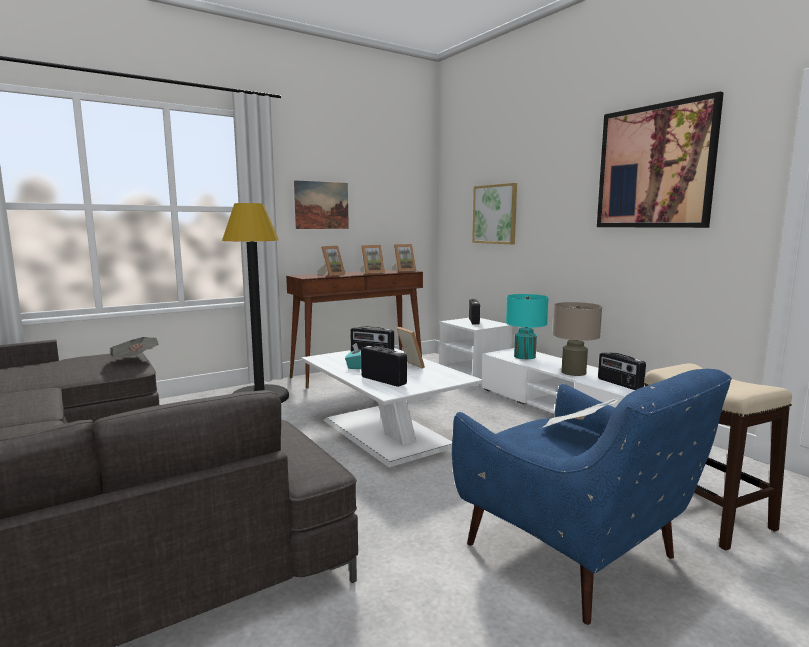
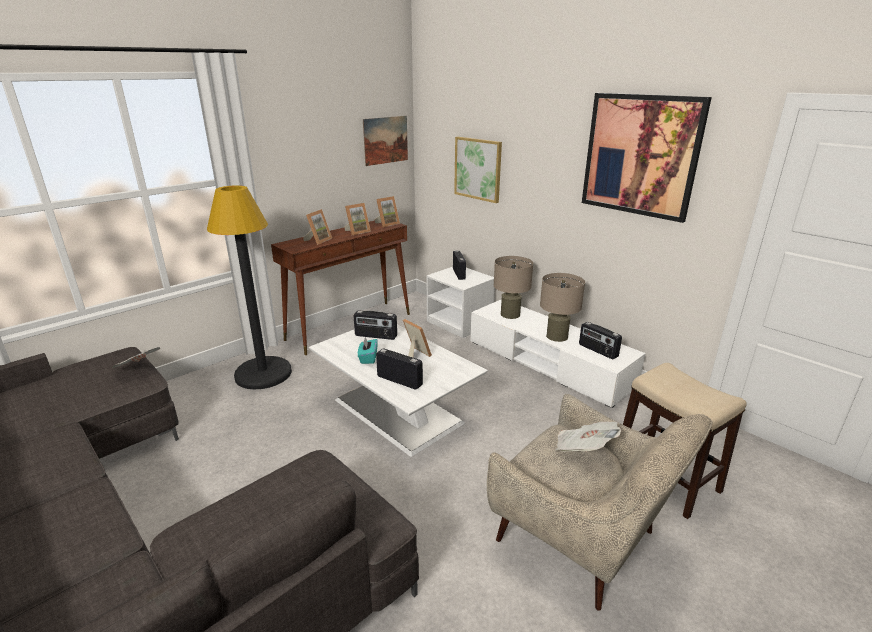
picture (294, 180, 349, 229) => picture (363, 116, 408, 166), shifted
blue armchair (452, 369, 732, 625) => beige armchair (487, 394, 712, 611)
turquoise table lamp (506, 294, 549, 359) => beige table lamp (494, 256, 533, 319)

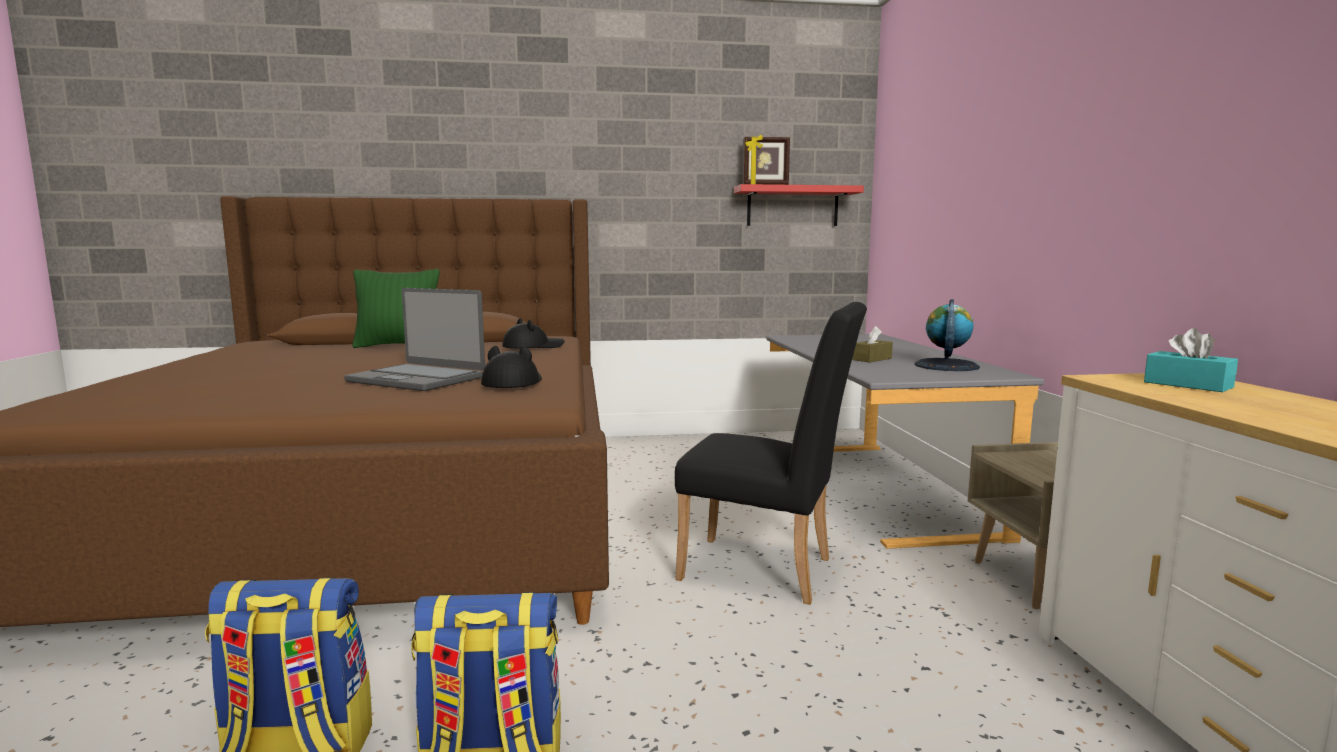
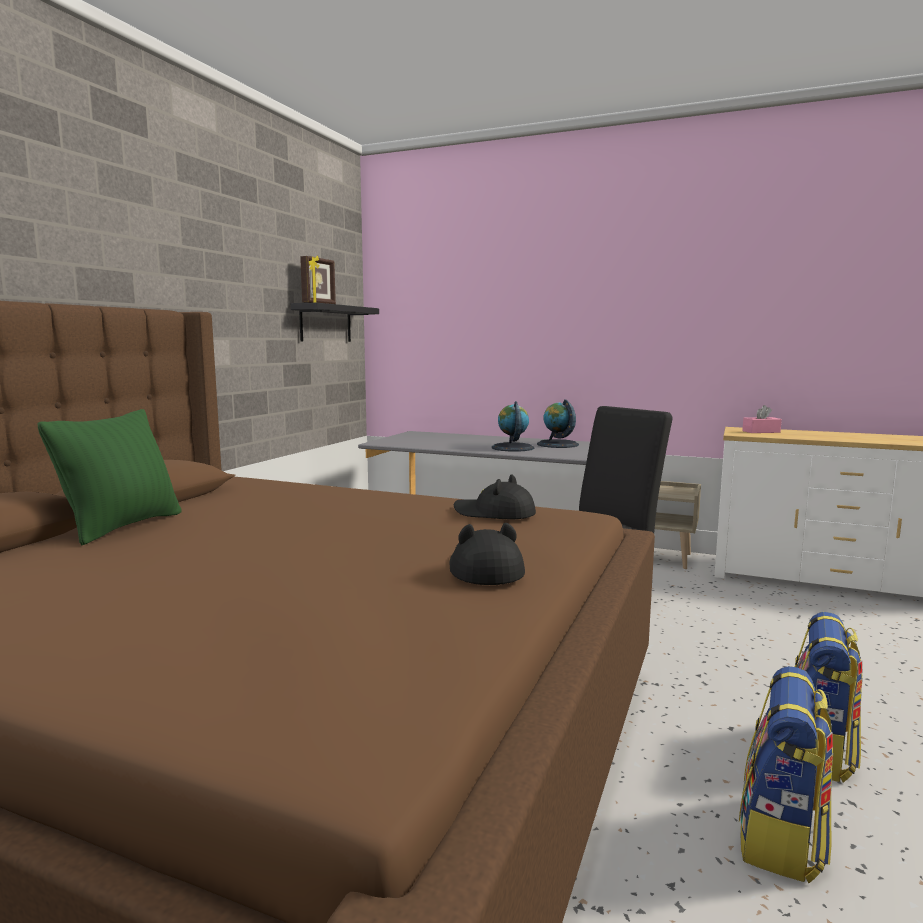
laptop (344, 288, 485, 391) => nothing
black hat (502, 318, 565, 349) => black hat (449, 523, 525, 585), shifted
brown tissue box (852, 326, 893, 362) => globe (492, 401, 534, 452)
red shelf (734, 184, 864, 226) => black shelf (291, 303, 379, 342)
turquoise tissue box (1144, 328, 1238, 392) => pink tissue box (742, 405, 782, 433)

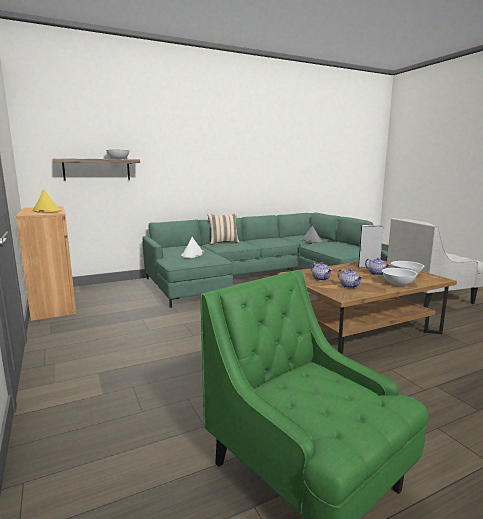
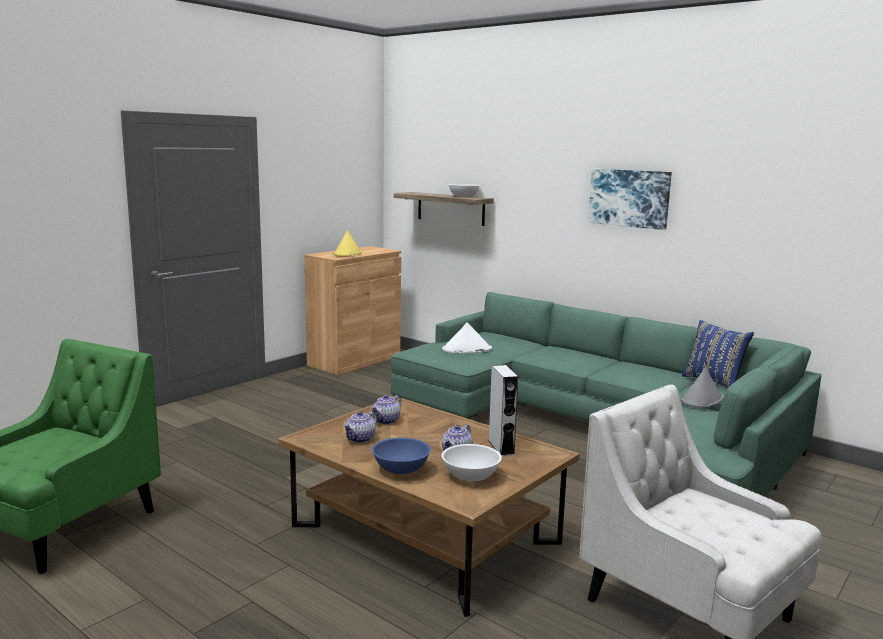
beige pillow (208, 213, 240, 244) => nothing
nothing => picture (588, 169, 672, 230)
nothing => blue pillow (682, 320, 754, 389)
white bowl (382, 268, 418, 286) => blue bowl (372, 438, 431, 474)

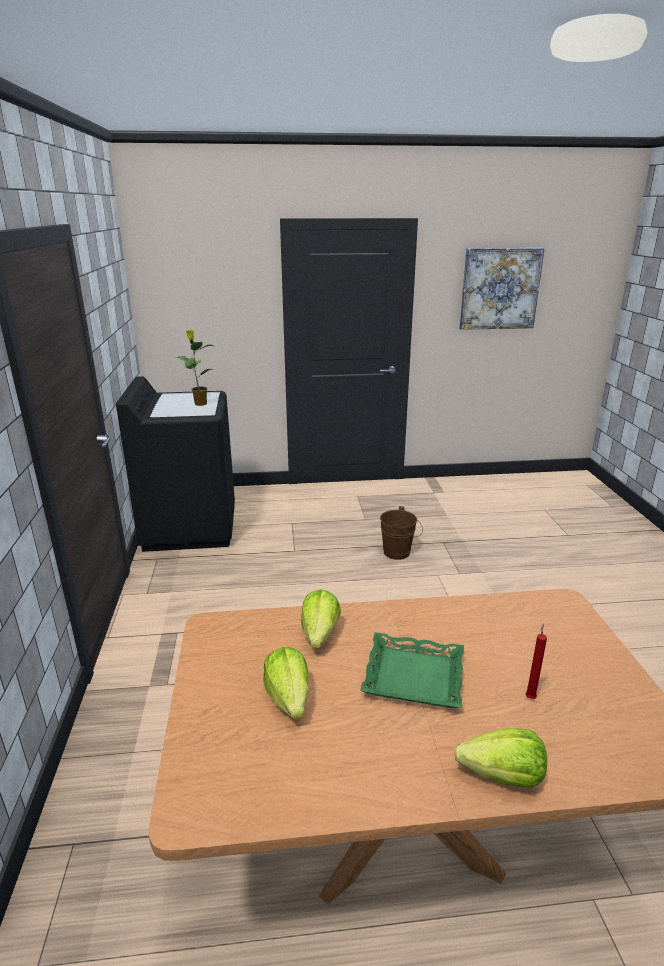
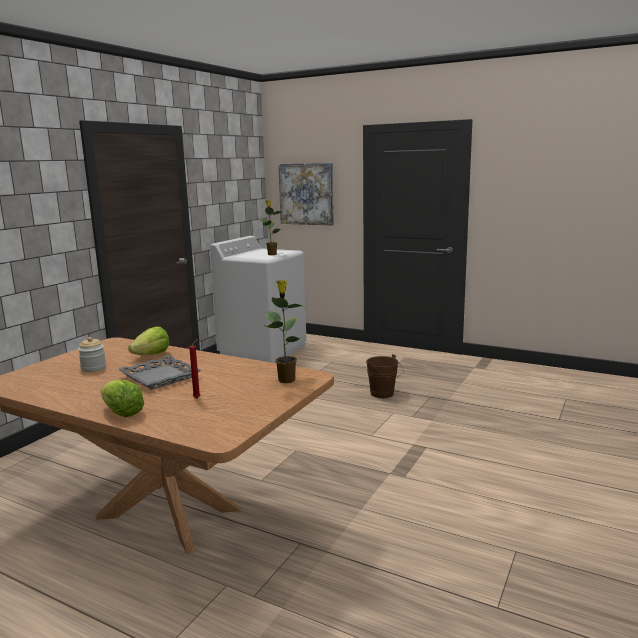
nothing => potted plant (264, 280, 307, 383)
picture (459, 248, 545, 330) => picture (278, 163, 334, 225), shifted
lettuce (263, 647, 309, 719) => jar (78, 337, 106, 372)
black washing machine (116, 376, 235, 552) => white washing machine (210, 236, 306, 363)
green tray (360, 632, 464, 708) => grey tray (119, 355, 201, 390)

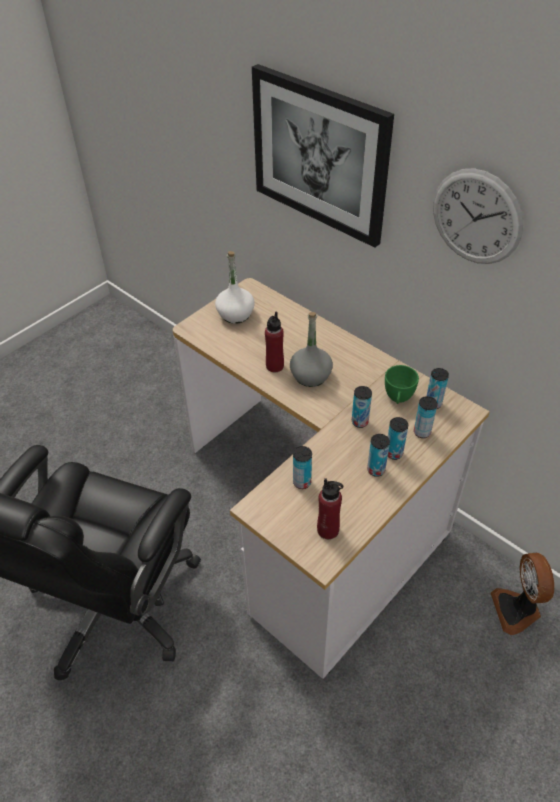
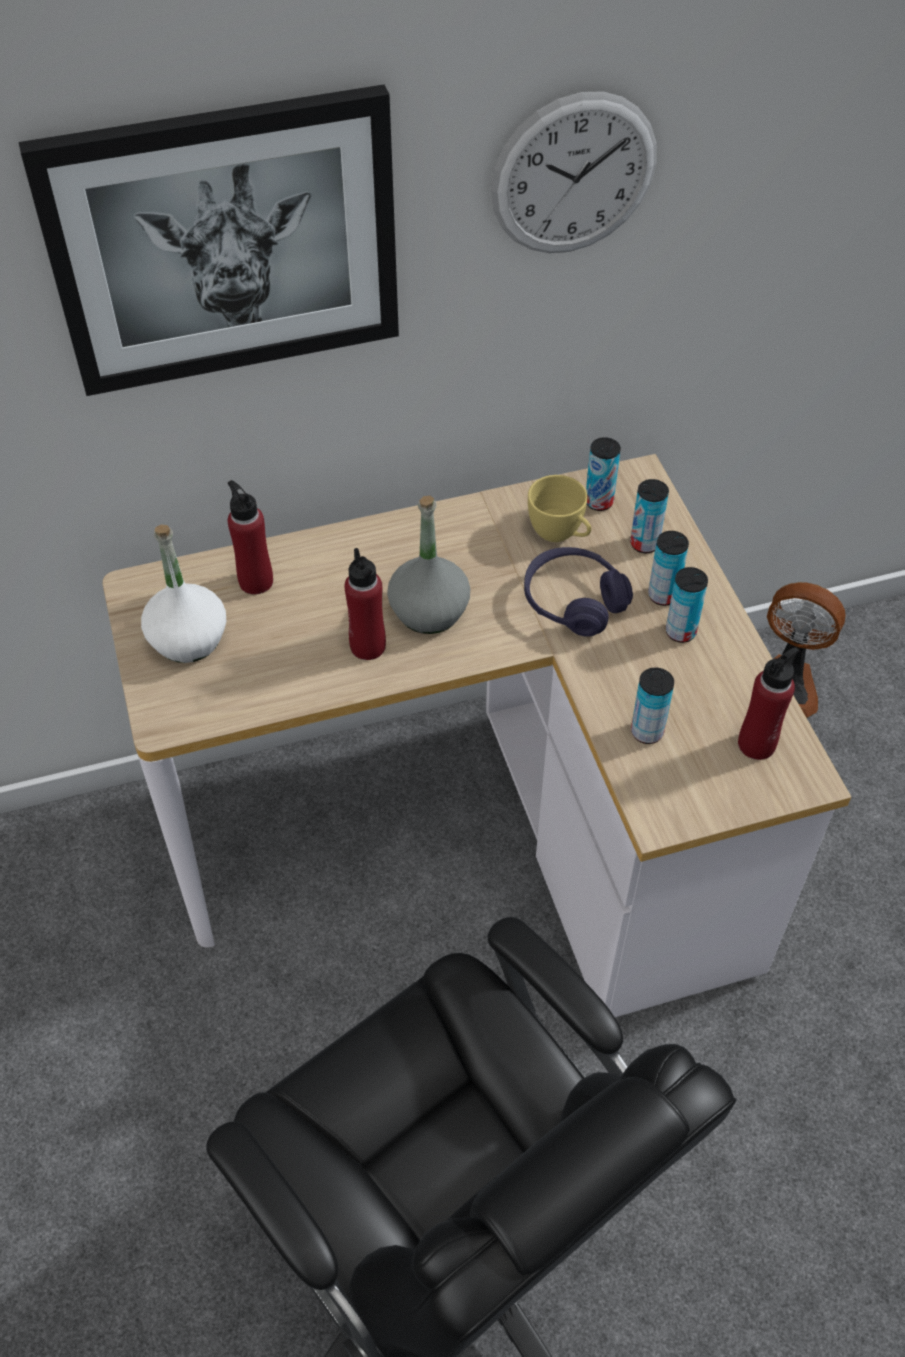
nothing => red bottle (227, 480, 273, 595)
can (352, 386, 372, 428) => purple headphones (524, 547, 633, 637)
green cup (385, 365, 419, 404) => yellow cup (528, 475, 591, 542)

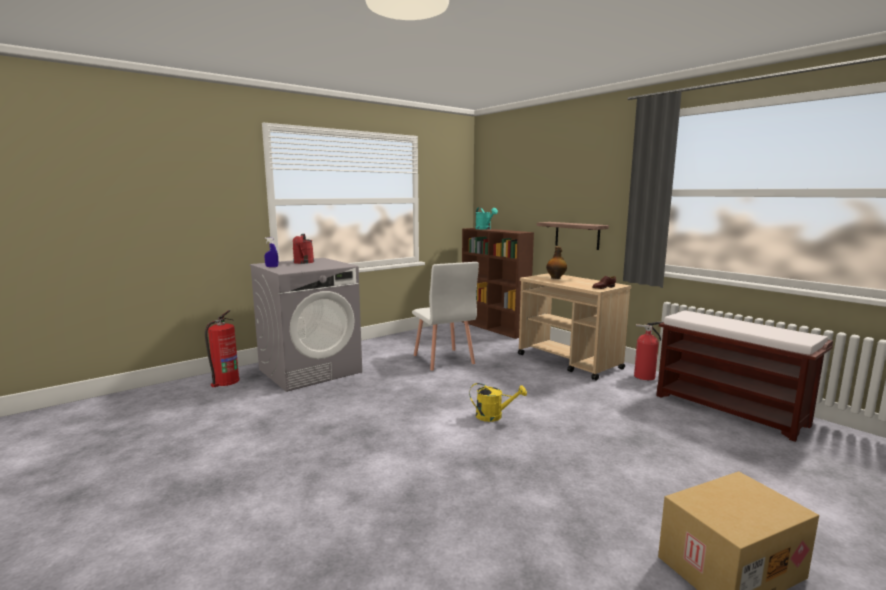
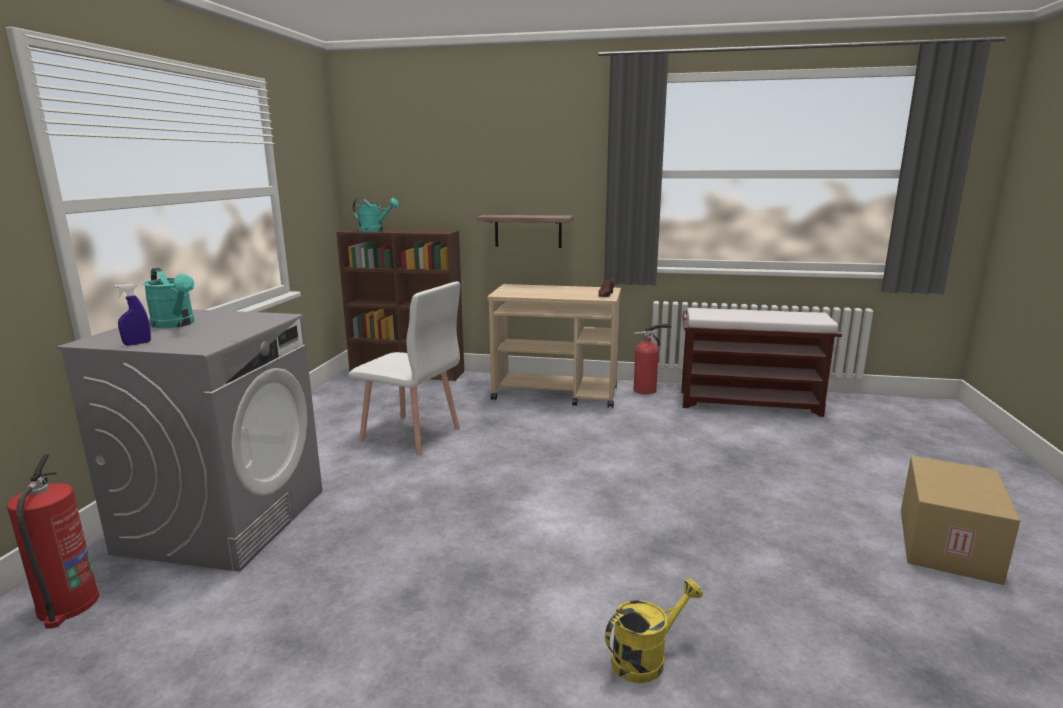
bottle (546, 246, 567, 279) => nothing
yellow watering can (469, 383, 527, 422) => yellow watering can (605, 579, 703, 683), shifted
red watering can (292, 234, 314, 264) => turquoise watering can (143, 268, 195, 328)

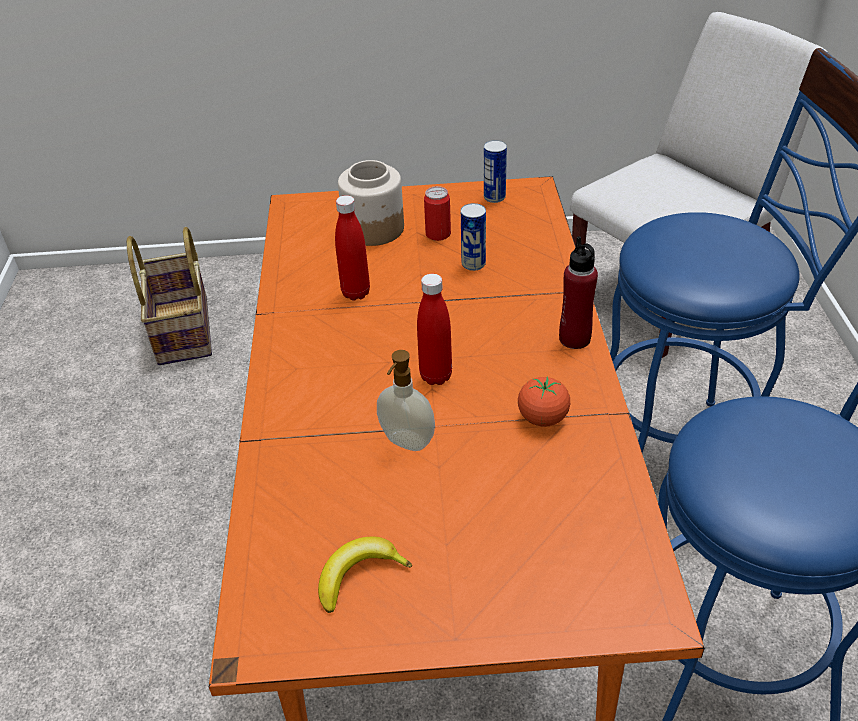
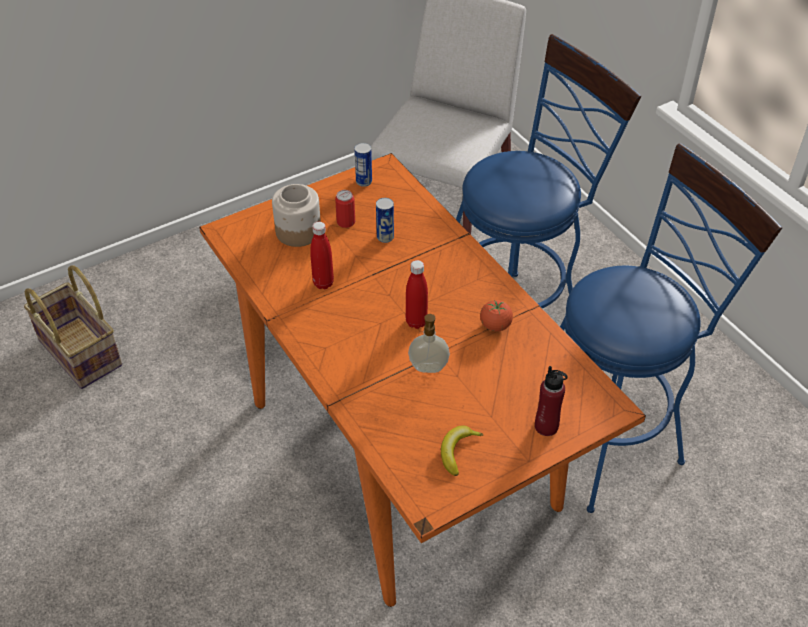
red bottle (559, 236, 598, 349) => red bottle (535, 366, 568, 436), shifted

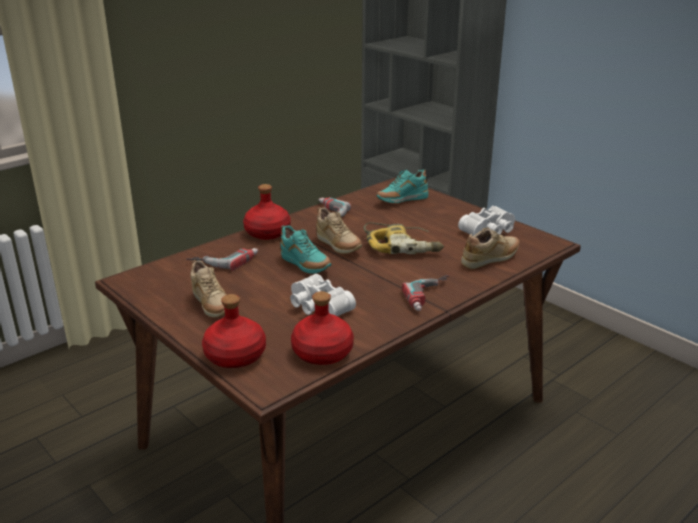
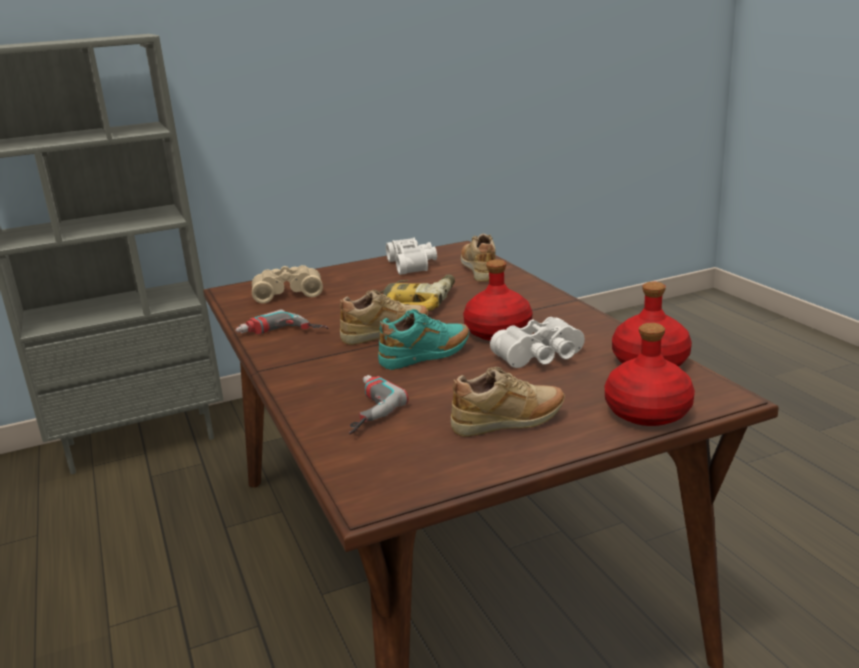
power drill (402, 275, 450, 311) => nothing
red bottle (243, 184, 291, 240) => red bottle (463, 260, 532, 341), shifted
turquoise shoe (376, 169, 428, 203) => beige binoculars (252, 265, 323, 303)

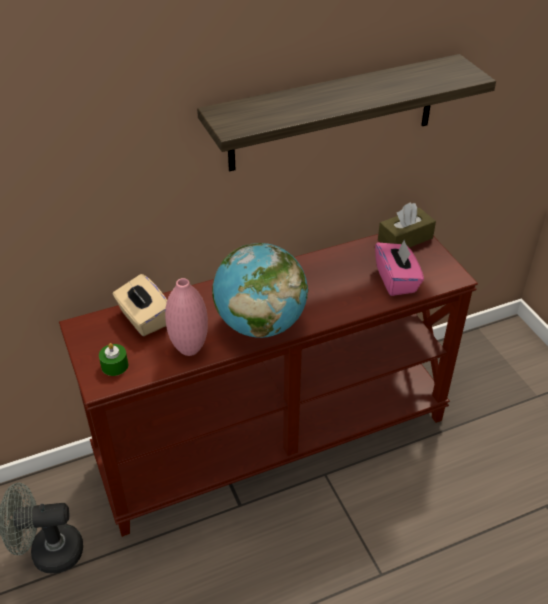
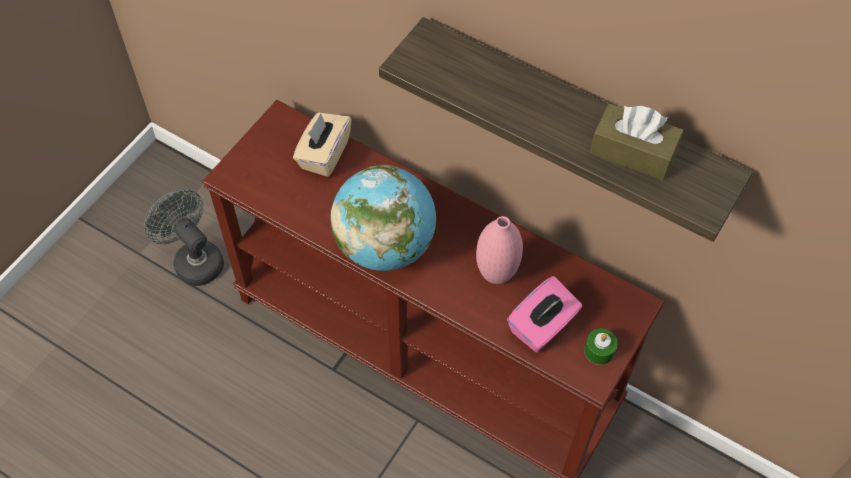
green candle (99, 343, 128, 376) => green candle (584, 329, 618, 365), shifted
pink vase (165, 278, 208, 356) => pink vase (476, 216, 523, 284), shifted
brown tissue box (378, 202, 436, 248) => brown tissue box (590, 103, 684, 180), shifted

